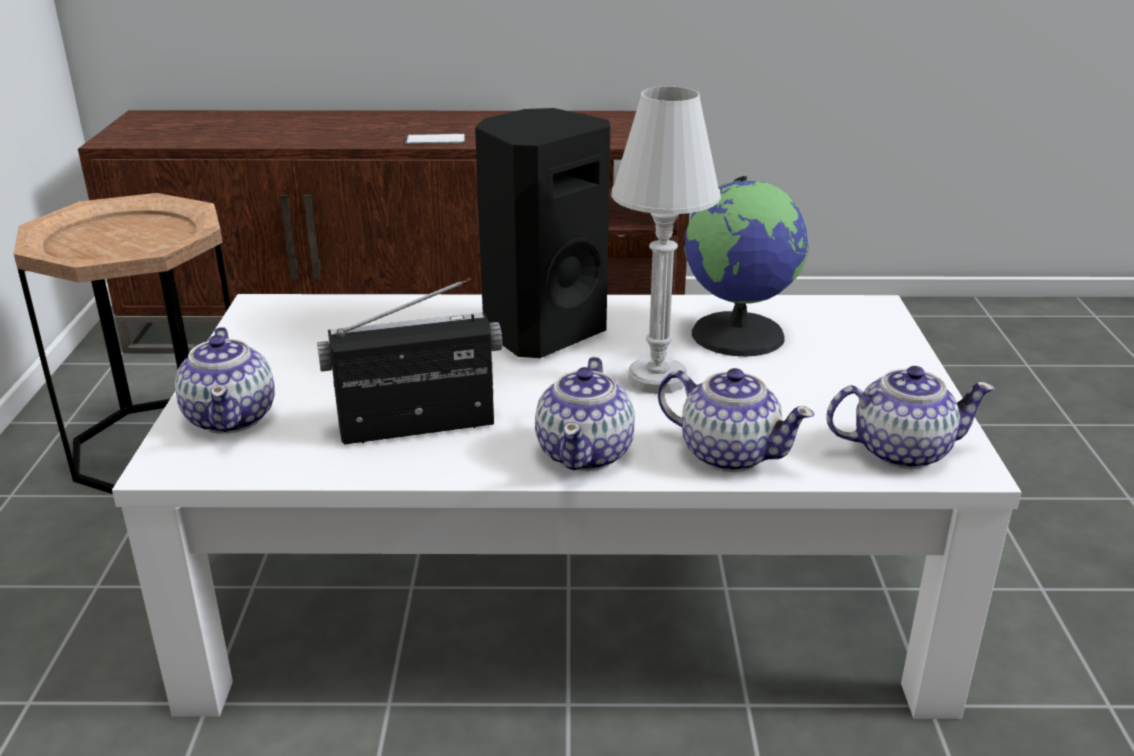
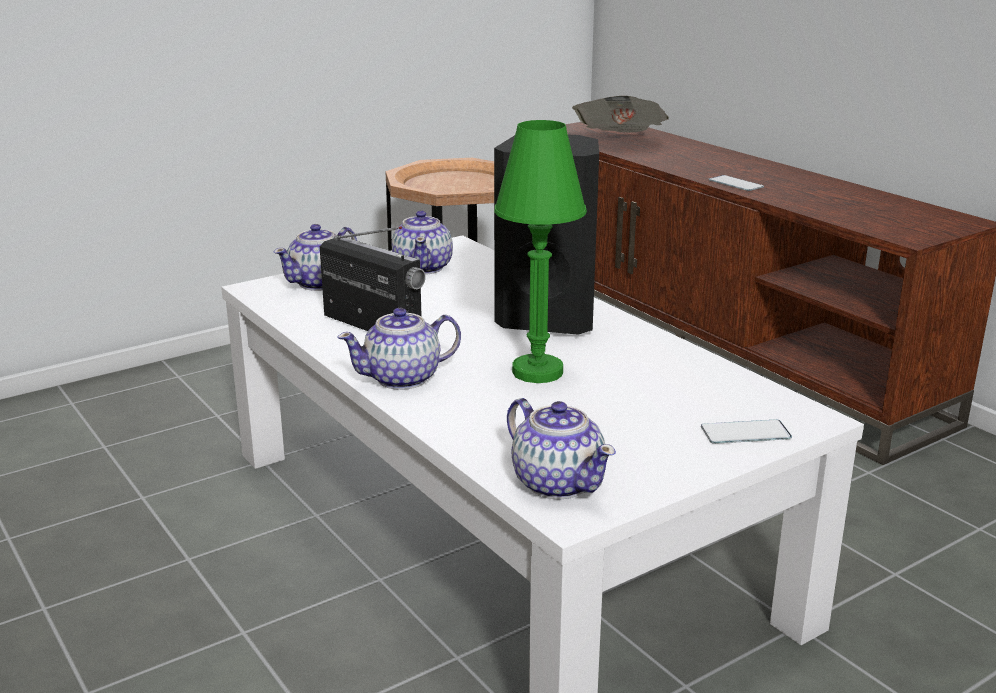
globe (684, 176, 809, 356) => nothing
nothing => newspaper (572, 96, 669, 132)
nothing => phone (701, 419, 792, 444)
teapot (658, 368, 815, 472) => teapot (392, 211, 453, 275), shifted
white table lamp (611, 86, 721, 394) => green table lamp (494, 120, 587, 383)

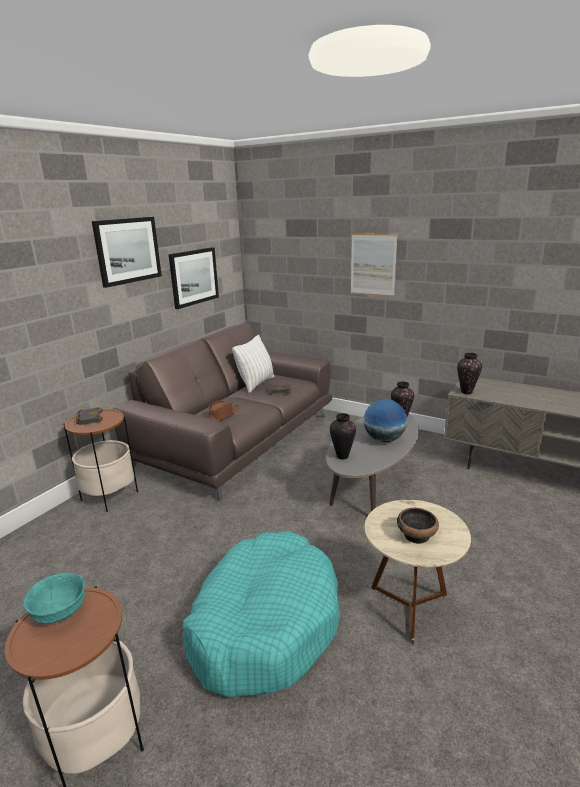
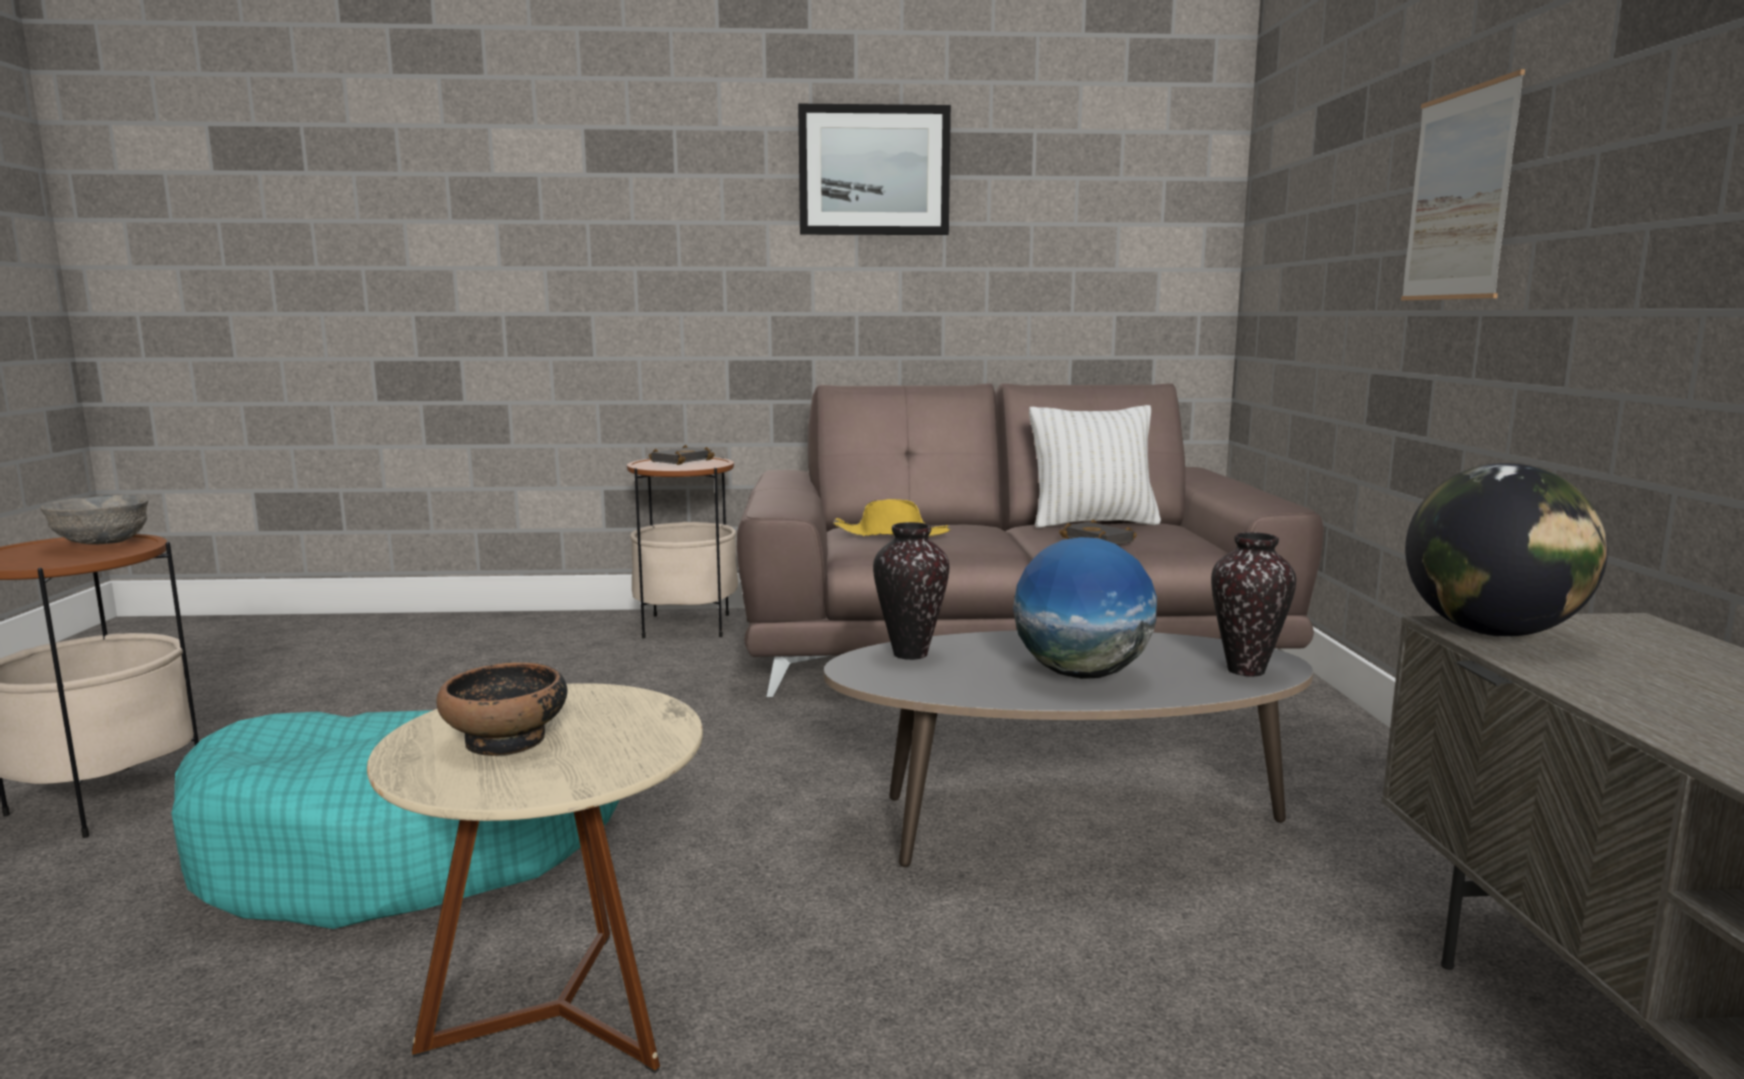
picture (168, 247, 219, 309) => nothing
vase (457, 353, 482, 394) => globe (1405, 463, 1608, 637)
turquoise bowl (23, 573, 85, 624) => grey bowl (40, 495, 148, 544)
brown hat (208, 400, 240, 422) => yellow hat (833, 499, 951, 537)

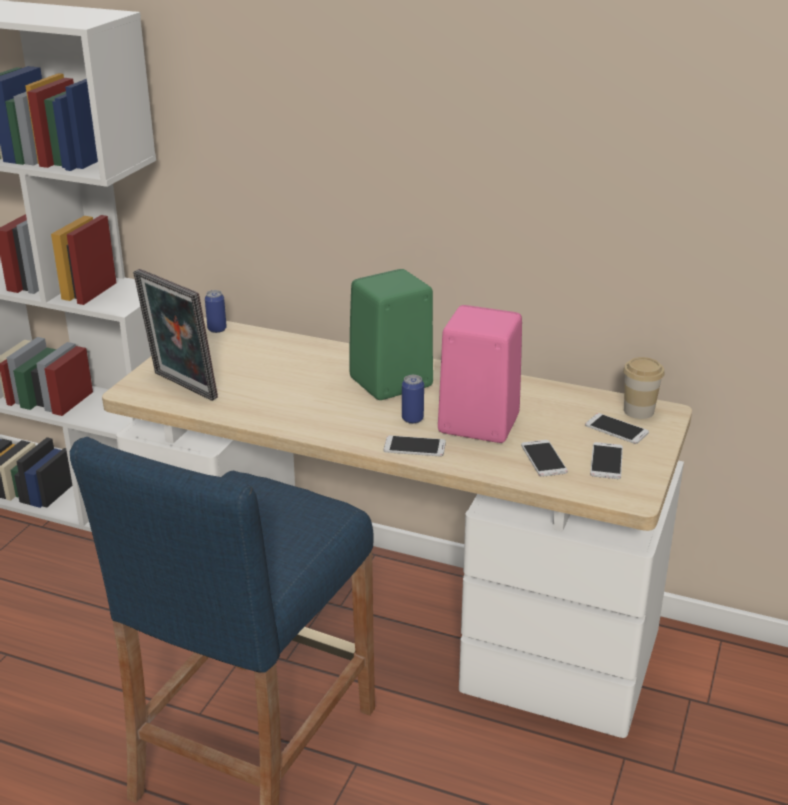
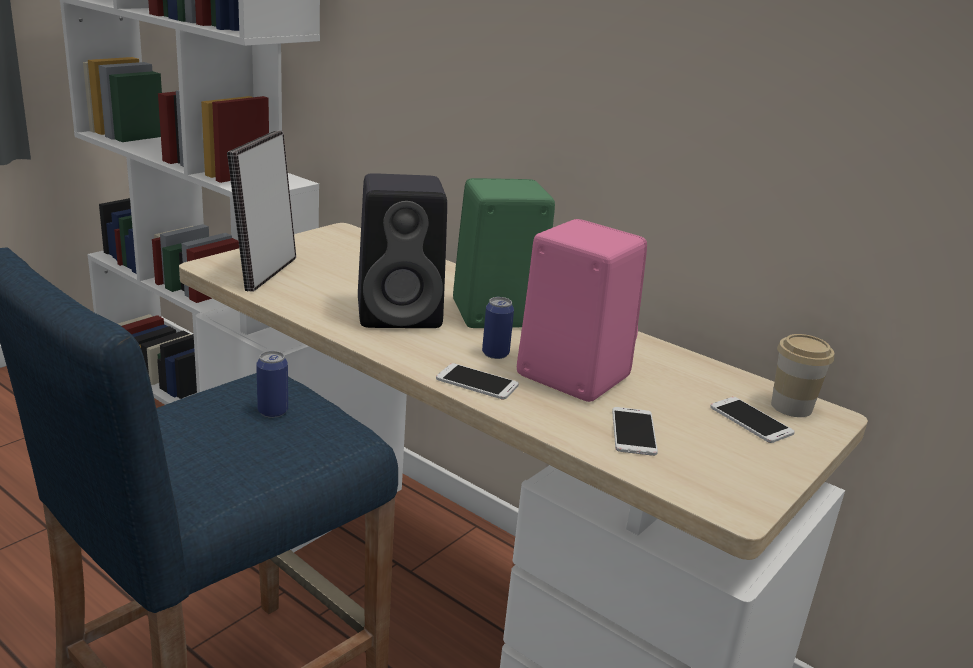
phone (590, 442, 623, 479) => nothing
nothing => black speaker (358, 173, 447, 328)
can (205, 290, 227, 333) => can (256, 351, 288, 418), shifted
picture frame (133, 269, 218, 401) => picture frame (227, 130, 296, 292), 45 degrees clockwise

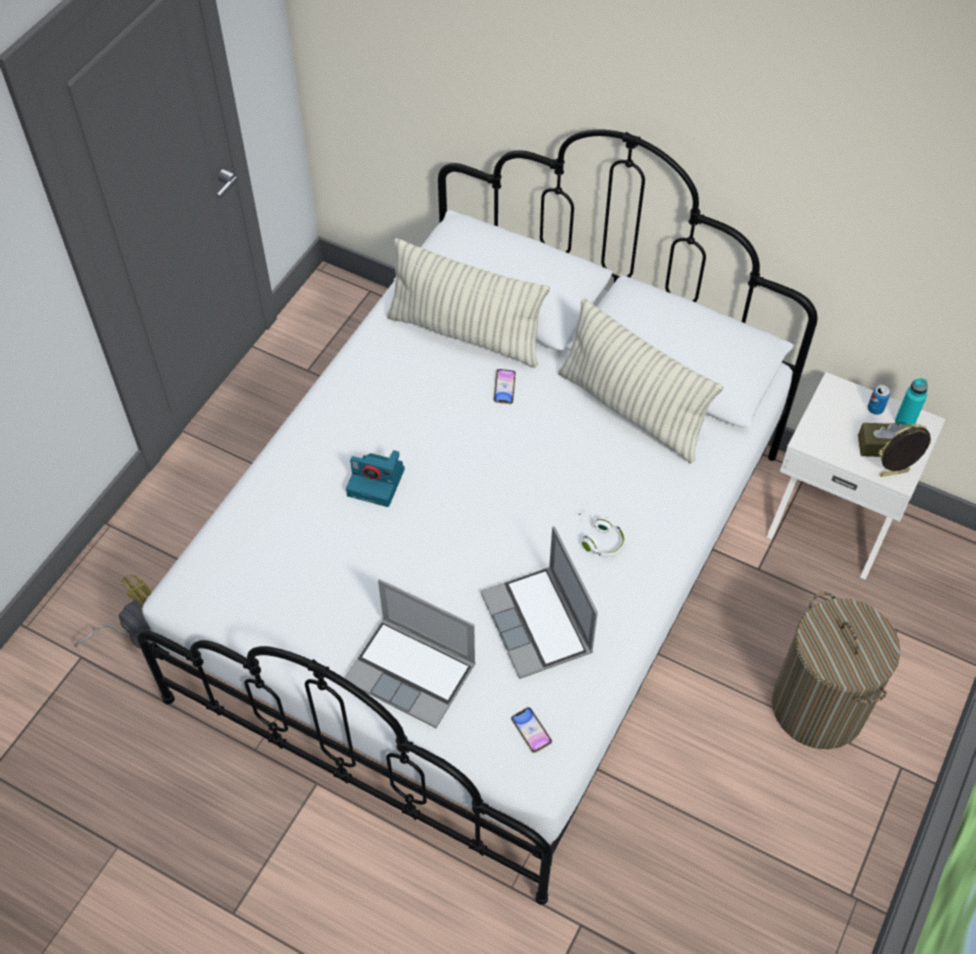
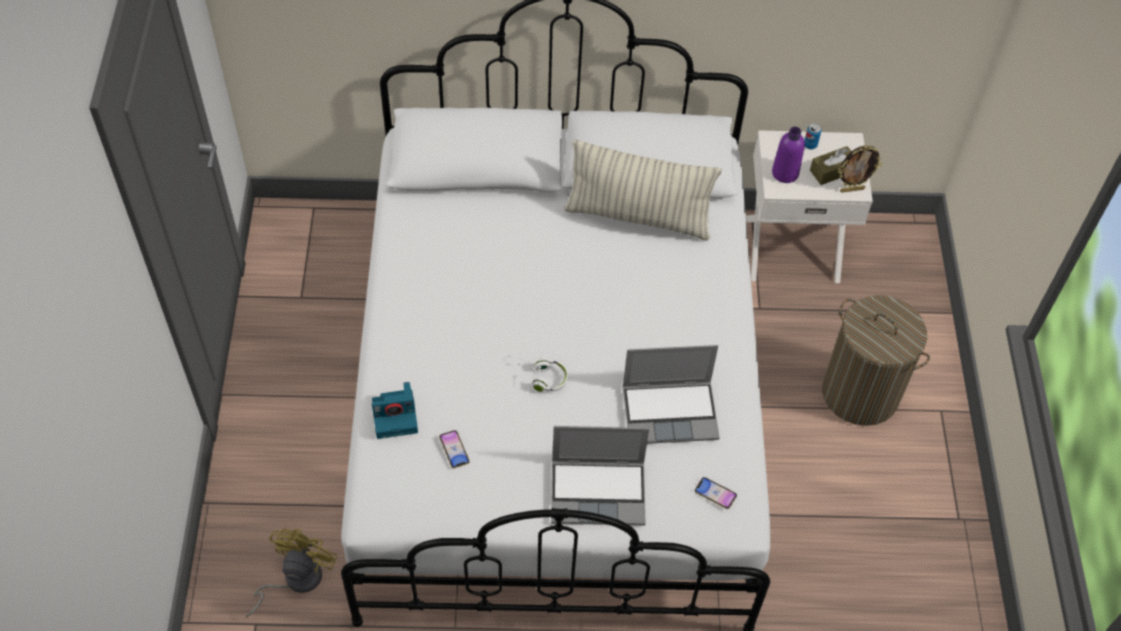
pillow (386, 238, 550, 368) => nothing
turquoise bottle (895, 378, 928, 425) => nothing
nothing => purple bottle (772, 127, 805, 183)
photo camera (346, 450, 405, 507) => photo camera (372, 382, 418, 439), shifted
phone (494, 369, 516, 404) => phone (439, 430, 470, 468), shifted
white headphones (578, 502, 626, 558) => white headphones (518, 352, 568, 392), shifted
laptop (481, 526, 598, 679) => laptop (623, 345, 720, 444), 45 degrees counterclockwise
picture frame (878, 424, 931, 477) => picture frame (838, 145, 882, 193), 150 degrees counterclockwise

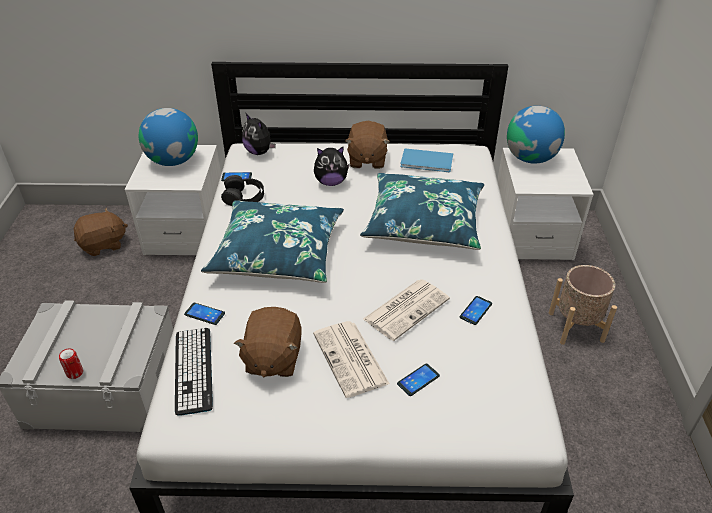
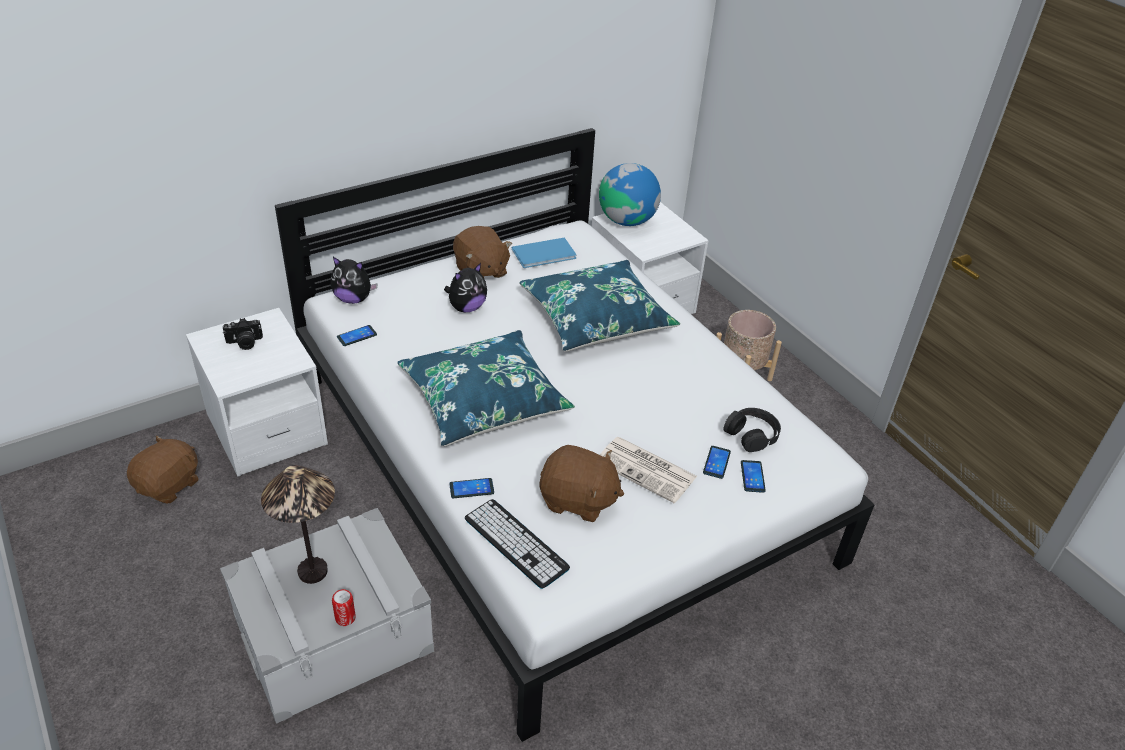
newspaper (363, 279, 450, 341) => nothing
nothing => table lamp (261, 465, 335, 584)
black headphones (221, 175, 264, 206) => black headphones (723, 408, 781, 452), shifted
phone (460, 296, 492, 325) => phone (741, 460, 766, 493), shifted
globe (139, 108, 198, 166) => photo camera (223, 318, 263, 350)
brown plush toy (234, 307, 302, 377) => brown plush toy (539, 445, 624, 522), 45 degrees counterclockwise

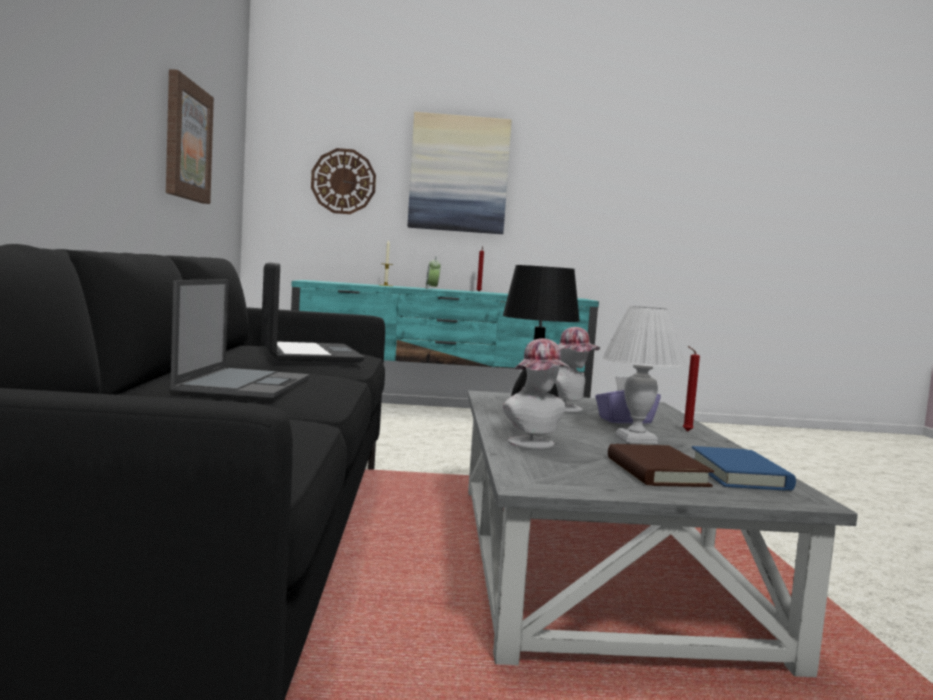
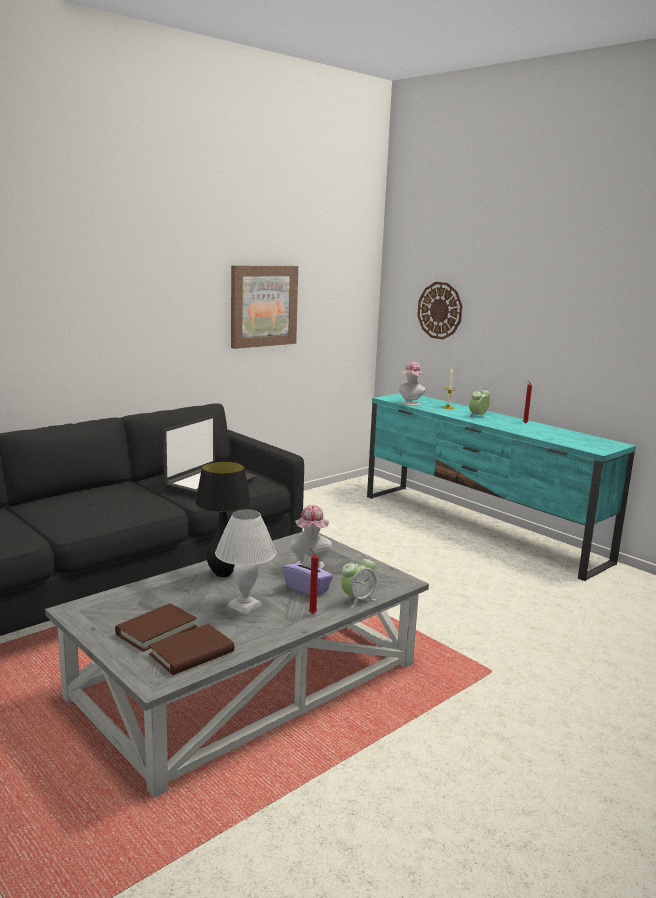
laptop (170, 279, 310, 398) => nothing
picture (408, 112, 512, 234) => nothing
nothing => alarm clock (341, 555, 377, 608)
hat (503, 338, 571, 449) => hat (399, 362, 426, 406), shifted
blue book (692, 446, 796, 491) => brown book (149, 624, 234, 675)

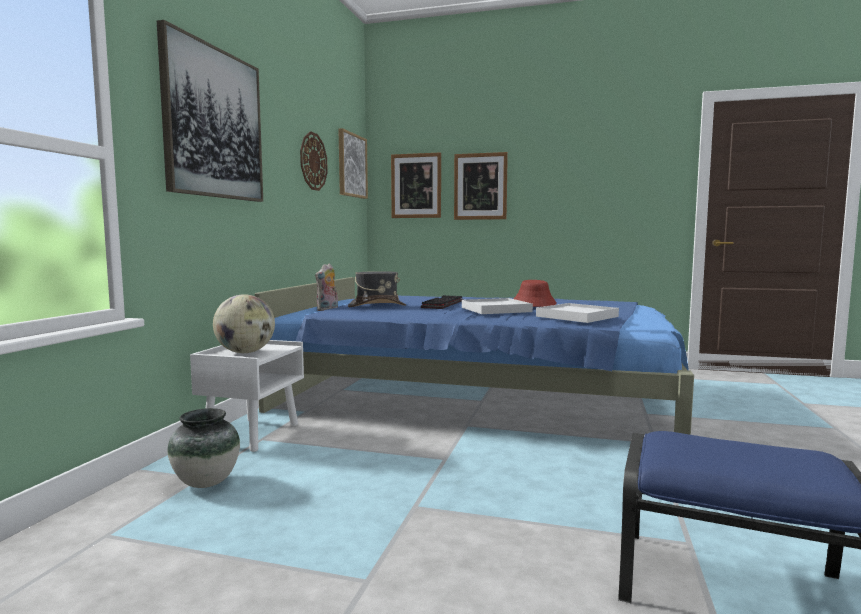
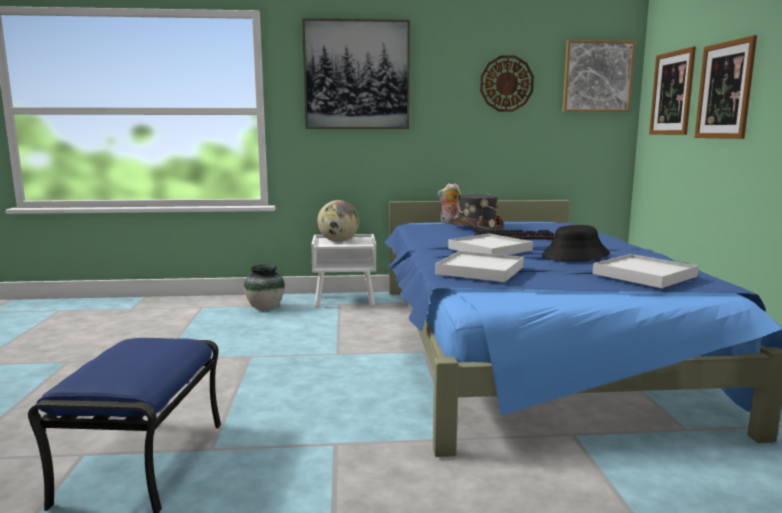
nothing => white tray (592, 254, 699, 288)
red hat (514, 280, 557, 307) => black hat (542, 225, 610, 261)

